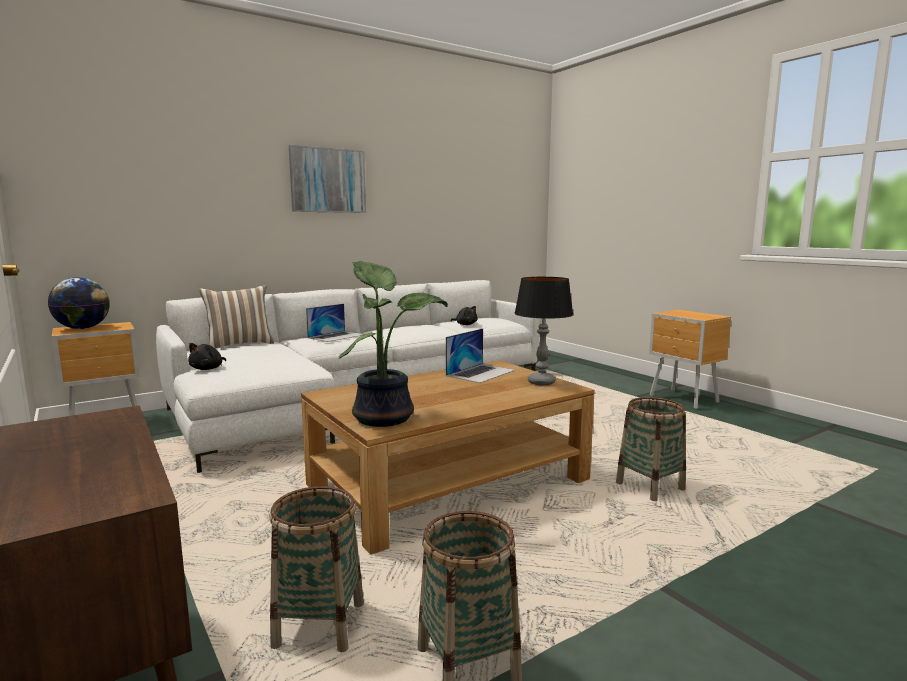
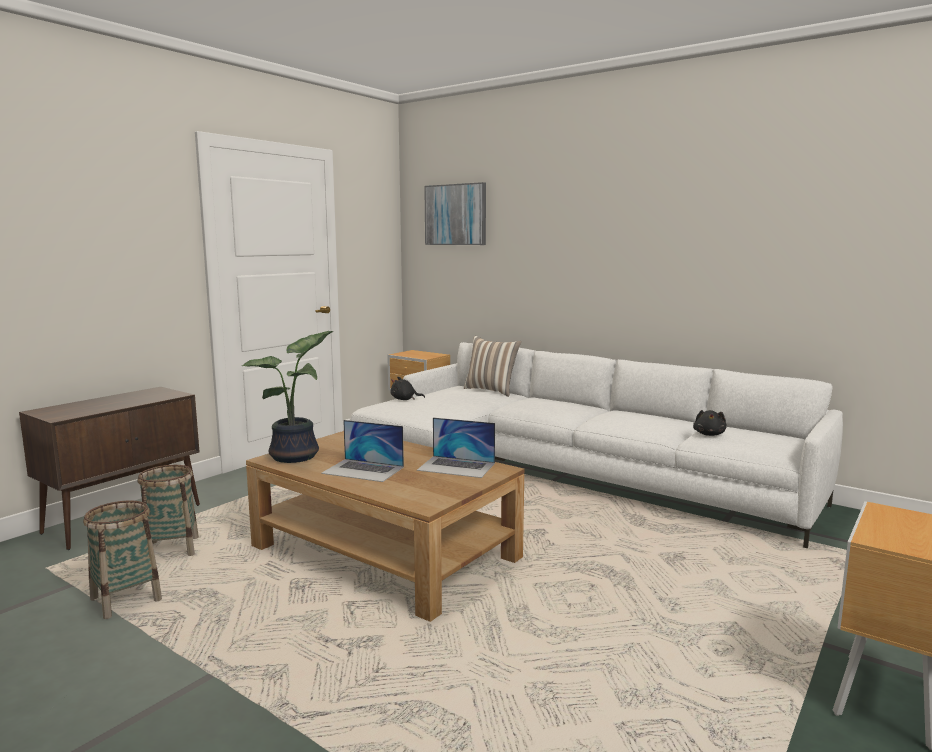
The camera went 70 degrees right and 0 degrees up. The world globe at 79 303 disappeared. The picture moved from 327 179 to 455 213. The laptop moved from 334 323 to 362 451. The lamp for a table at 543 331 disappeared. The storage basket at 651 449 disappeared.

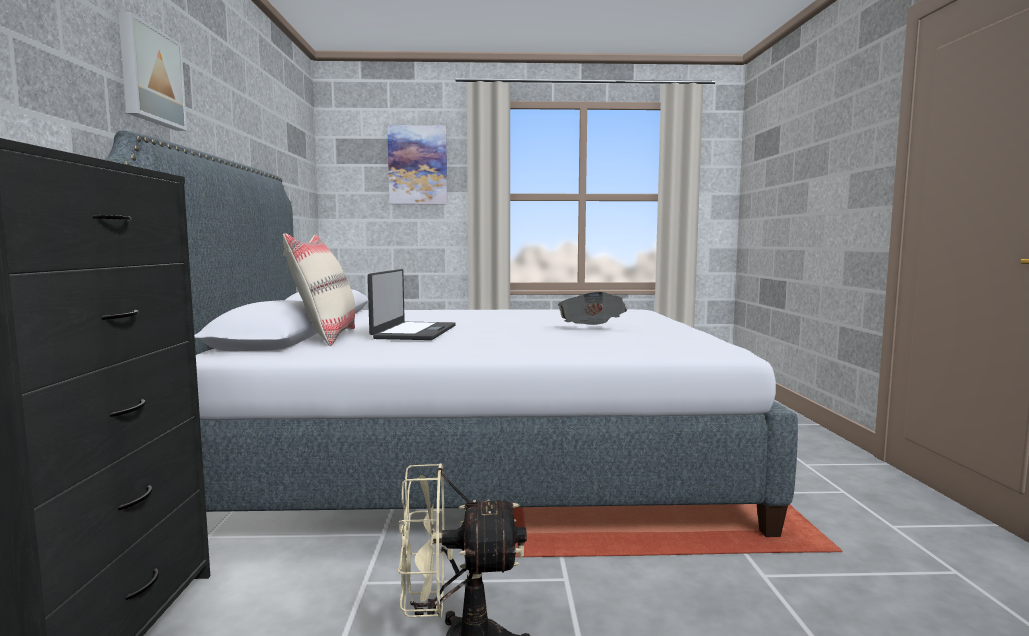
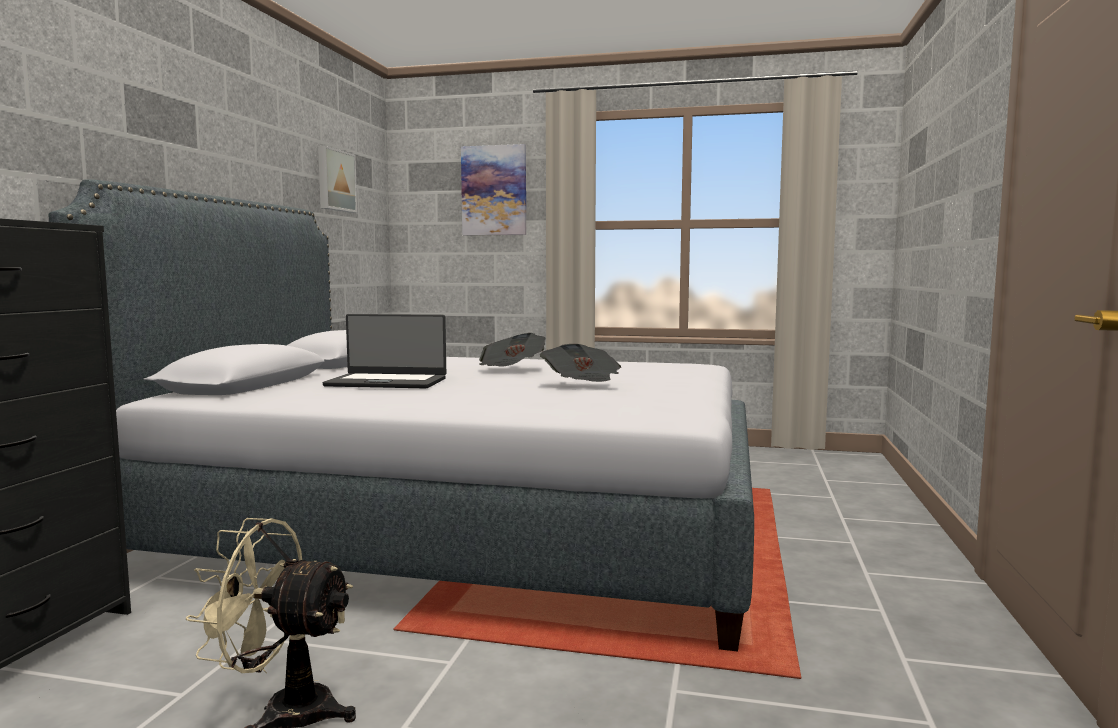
The camera went 15 degrees right and 0 degrees up. The picture moved from 152 71 to 337 179. The beige cushion at 319 289 disappeared. The laptop at 412 304 turned 75 degrees clockwise. The daily paper at 512 350 appeared.

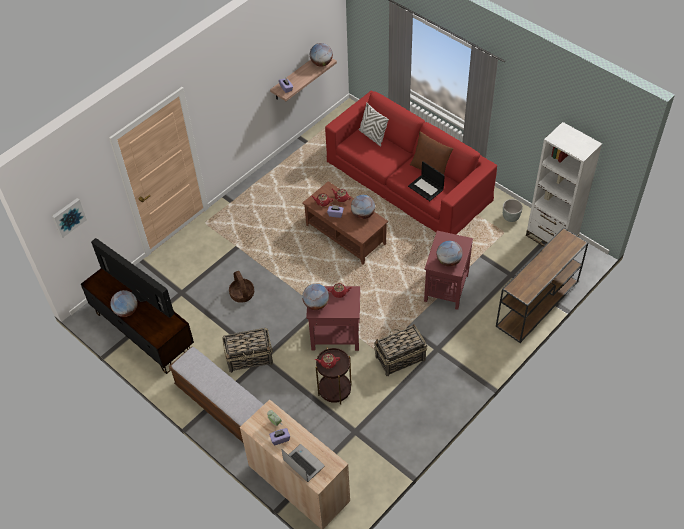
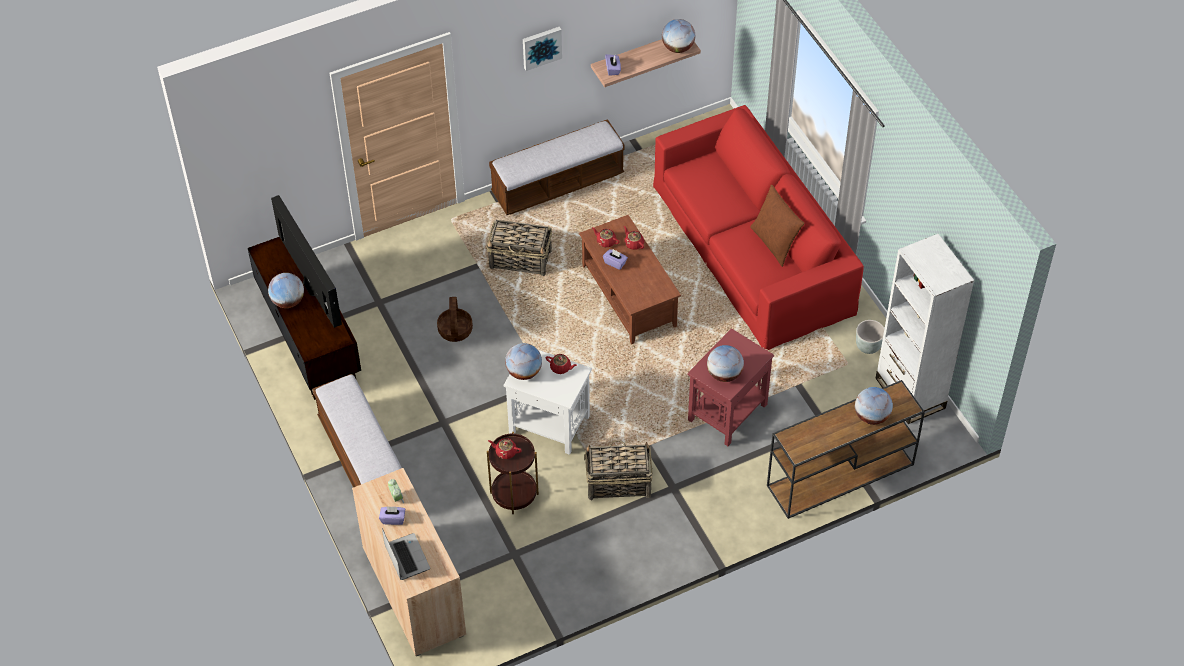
The camera went 20 degrees right and 0 degrees up. The picture moved from 69 218 to 542 49. The storage basket moved from 247 350 to 519 248. The reddish side table at 333 318 became the white side table at 548 402. The world globe moved from 363 207 to 874 406. The white cushion at 373 124 disappeared. The laptop at 426 181 disappeared. The bench at 556 167 appeared.

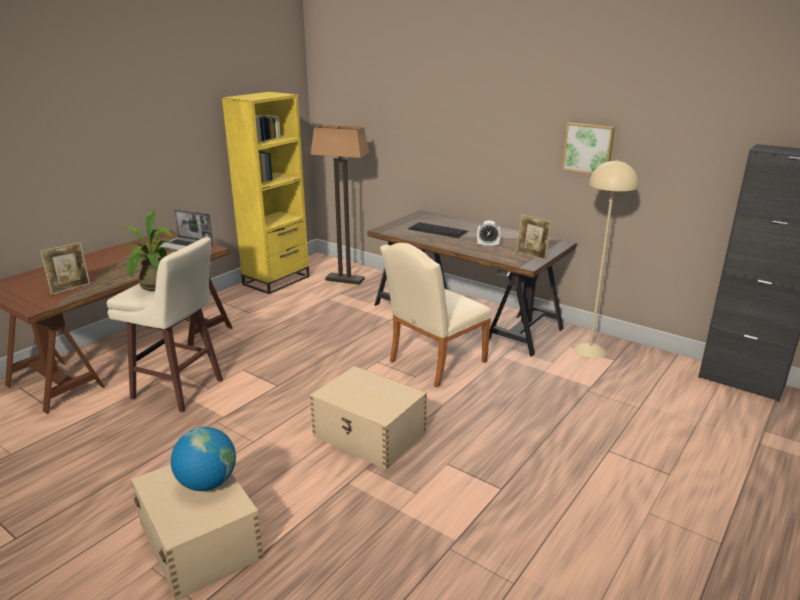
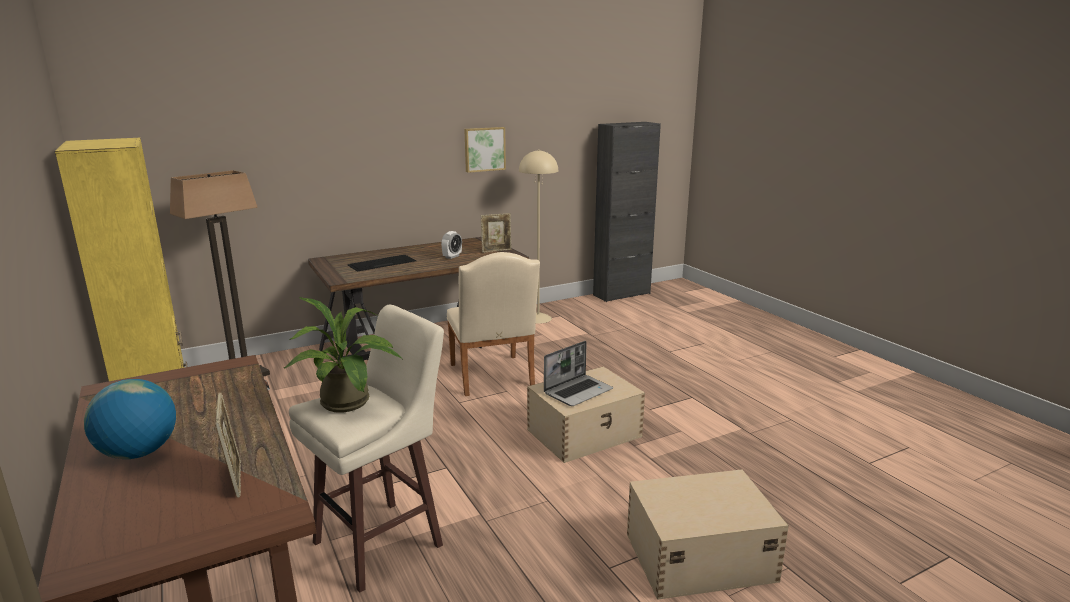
The camera went 65 degrees left and 5 degrees down. The laptop moved from 186 229 to 578 373. The world globe moved from 203 459 to 130 419.

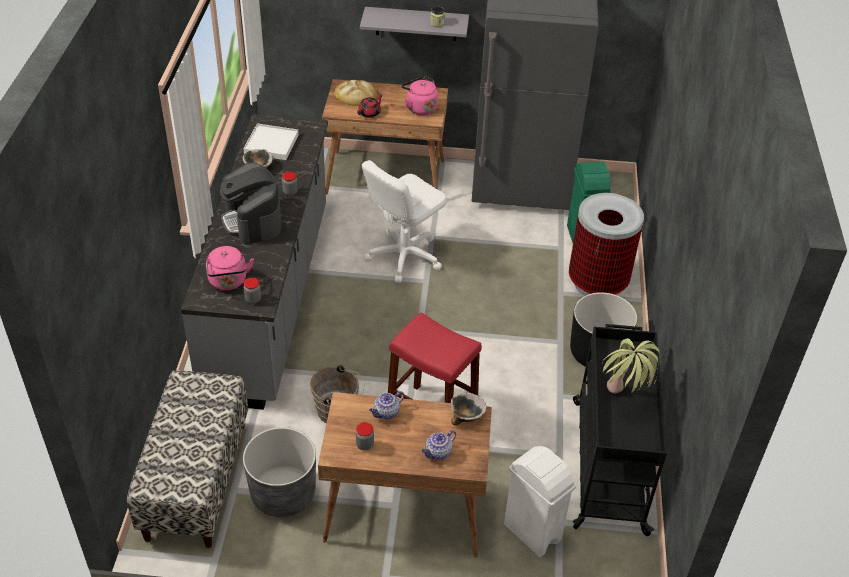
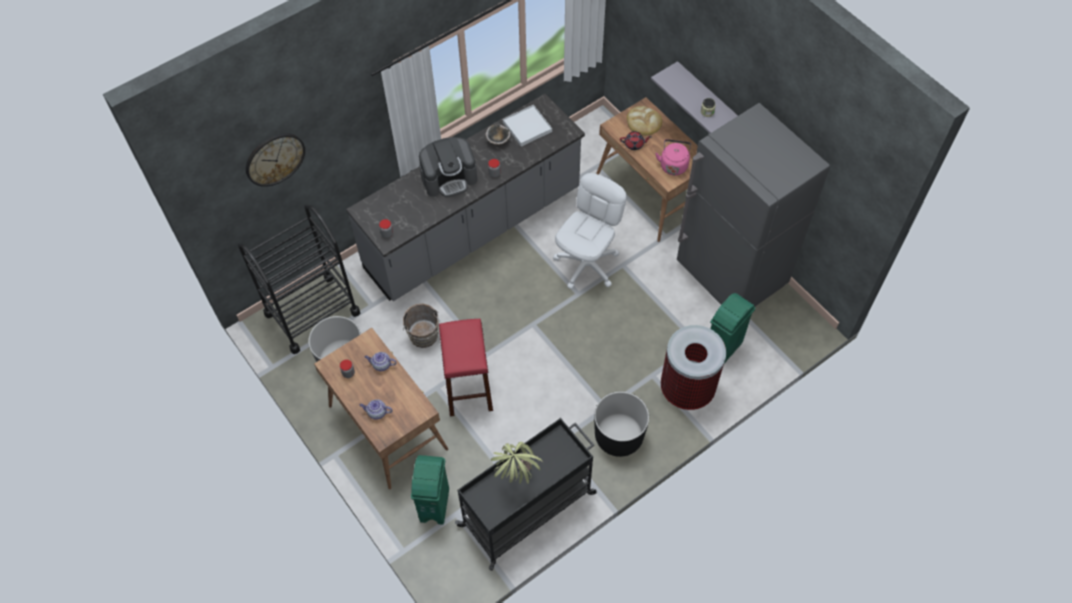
The camera went 50 degrees right and 15 degrees up. The bench at 187 459 was replaced by the black cart at 299 279. The pink kettle at 230 268 disappeared. The coffee maker at 251 203 turned 135 degrees counterclockwise. The white desk chair at 404 221 turned 120 degrees clockwise. The bowl at 469 409 disappeared. The white rubbish bin at 540 501 became the green-coloured rubbish bin at 430 490. The wall clock at 275 160 appeared.

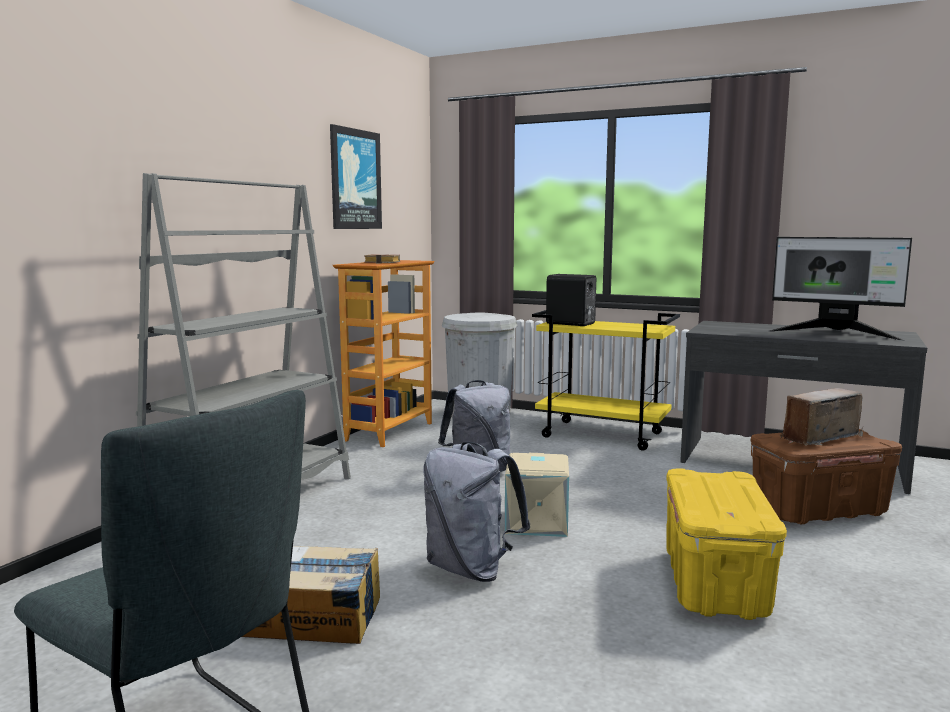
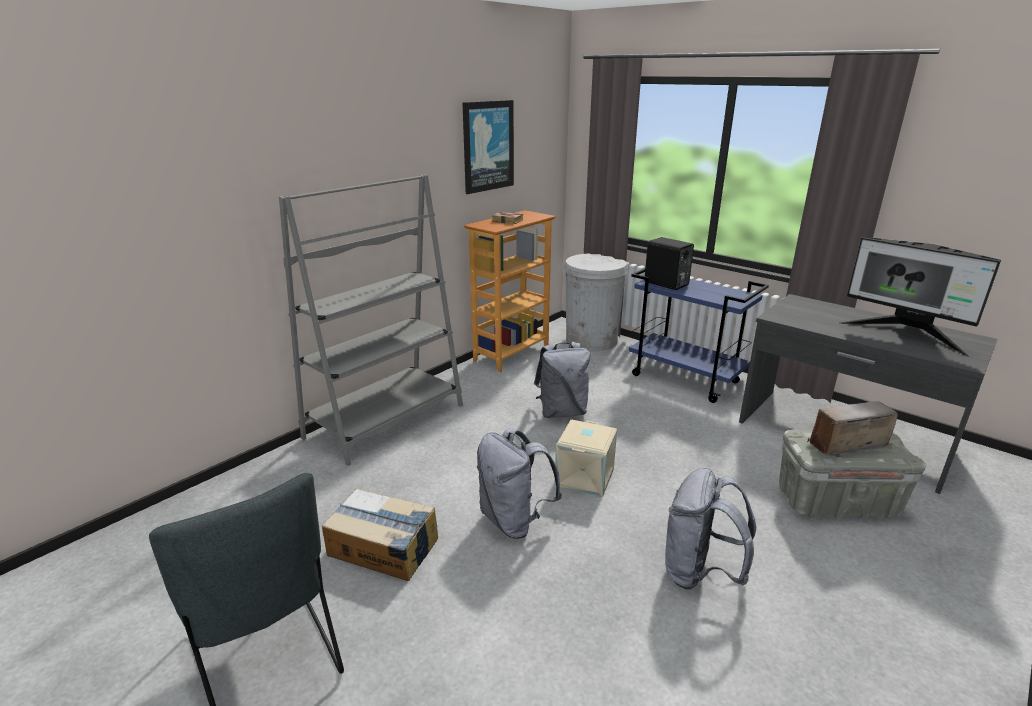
The camera went 15 degrees right and 15 degrees up. The yellow cart at 606 380 became the blue-coloured cart at 699 335. The yellow storage box at 726 544 was replaced by the gray knapsack at 710 528. The brownish storage box at 826 476 became the gray storage box at 852 474.

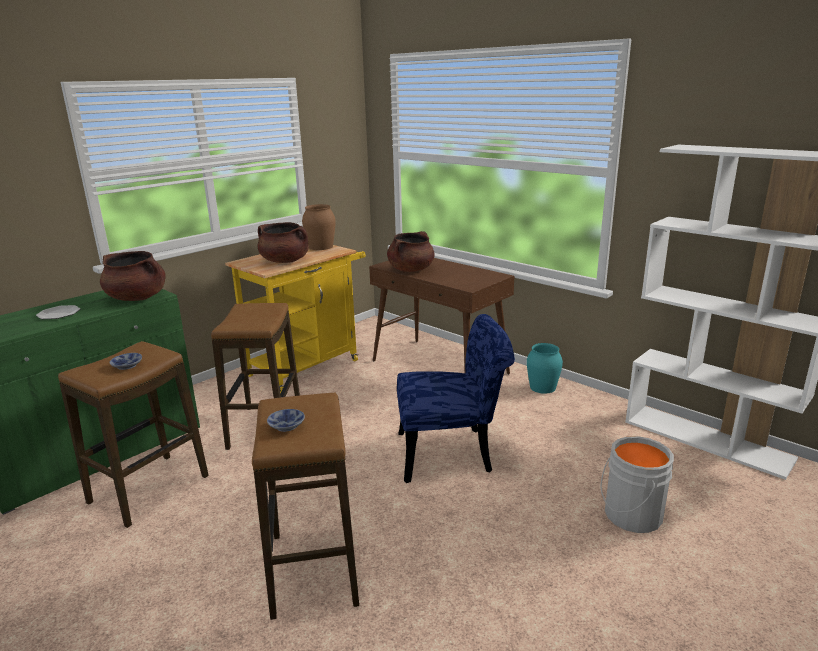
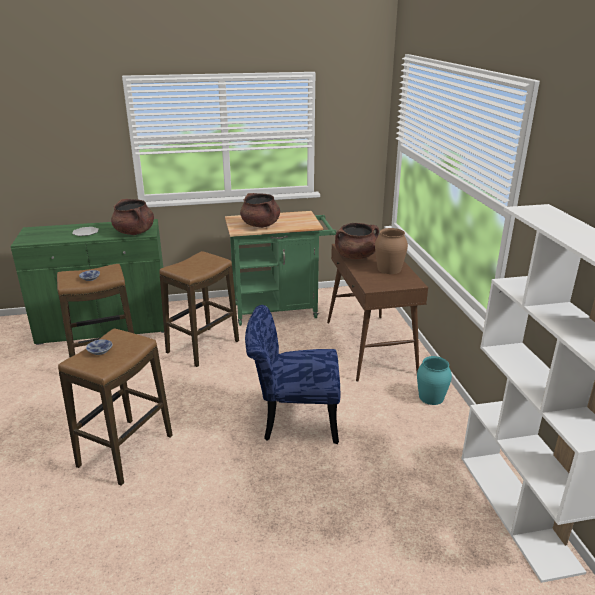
The camera went 35 degrees right and 5 degrees up. The yellow cart at 295 319 became the green-coloured cart at 280 268. The brownish decorative vase moved from 319 227 to 391 251. The blue-coloured upright chair at 456 398 turned 150 degrees clockwise. The gray bucket at 637 484 disappeared.

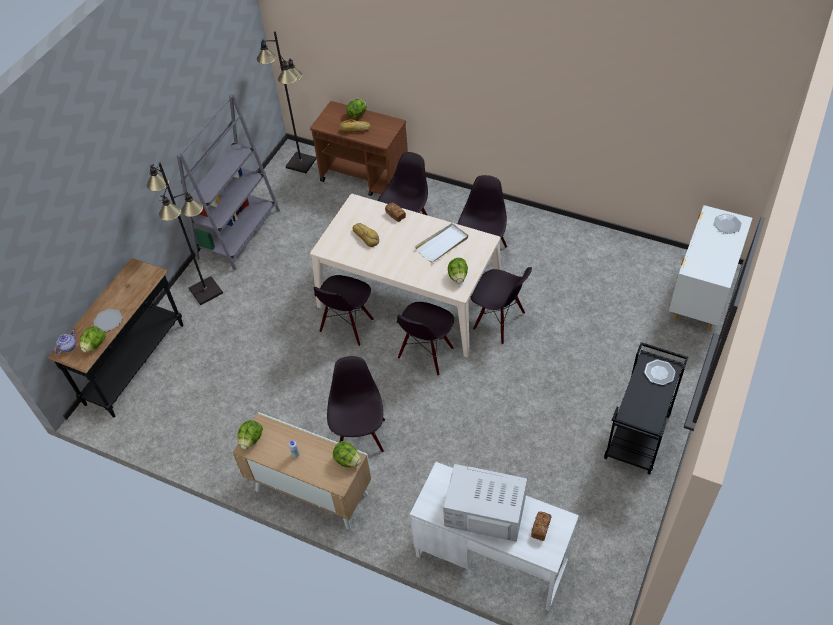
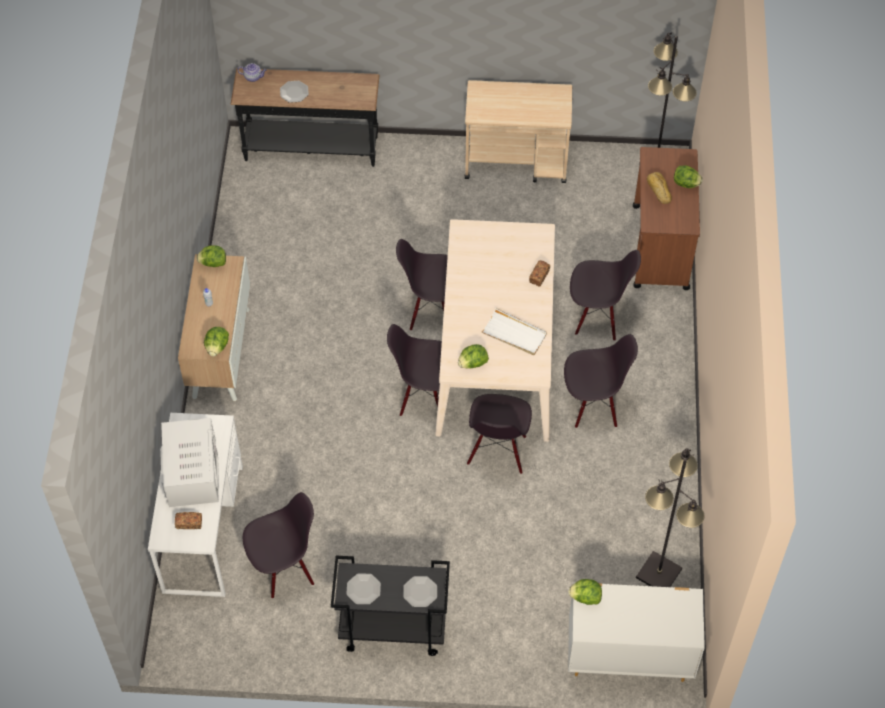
The camera went 65 degrees right and 5 degrees up. The lettuce head moved from 93 339 to 585 592. The black standing lamp moved from 185 233 to 670 517. The gray bookcase at 228 182 was replaced by the beige cart at 518 131. The black upright chair moved from 356 404 to 278 545. The bakery bread at 365 235 disappeared. The plate moved from 728 224 to 364 588.

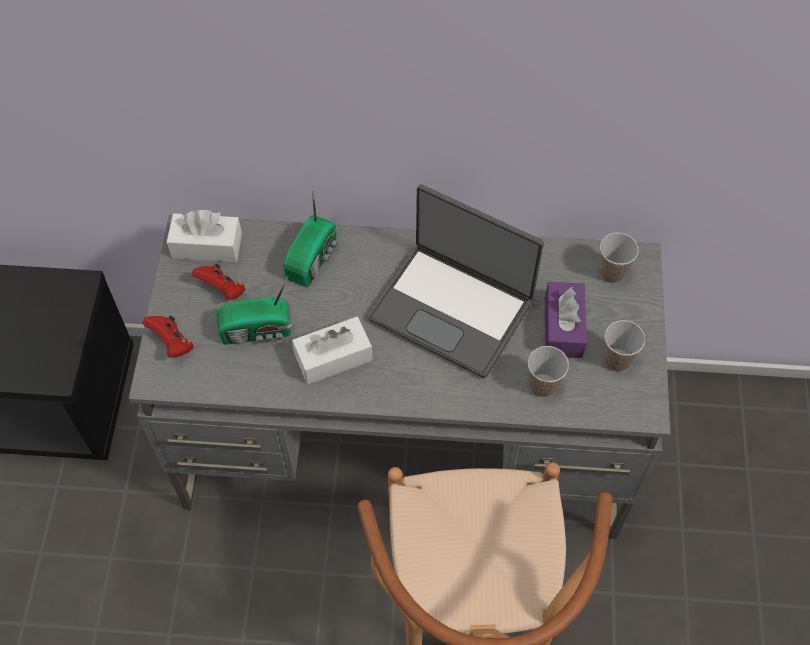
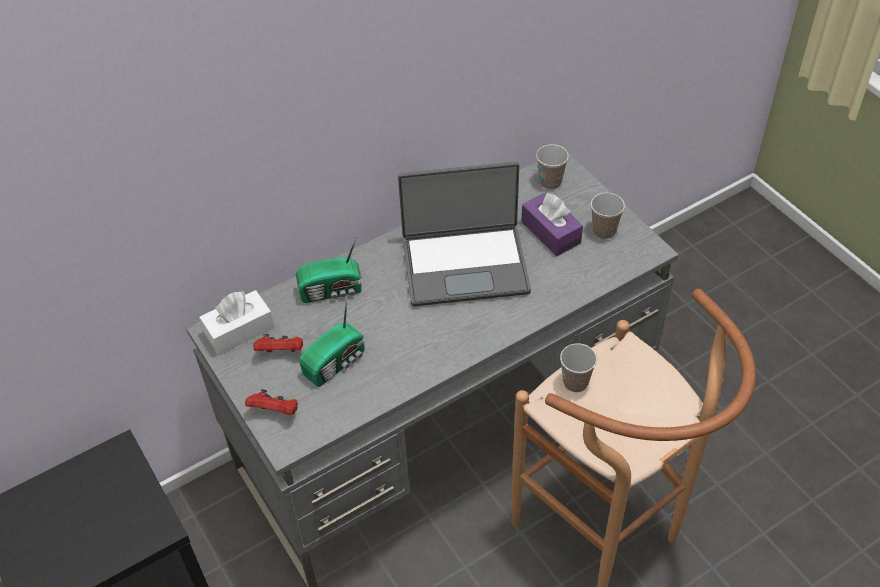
The camera went 35 degrees left and 10 degrees down. The radio set at 310 236 turned 90 degrees clockwise. The white tissue box at 332 350 disappeared. The cup moved from 548 371 to 578 367.

